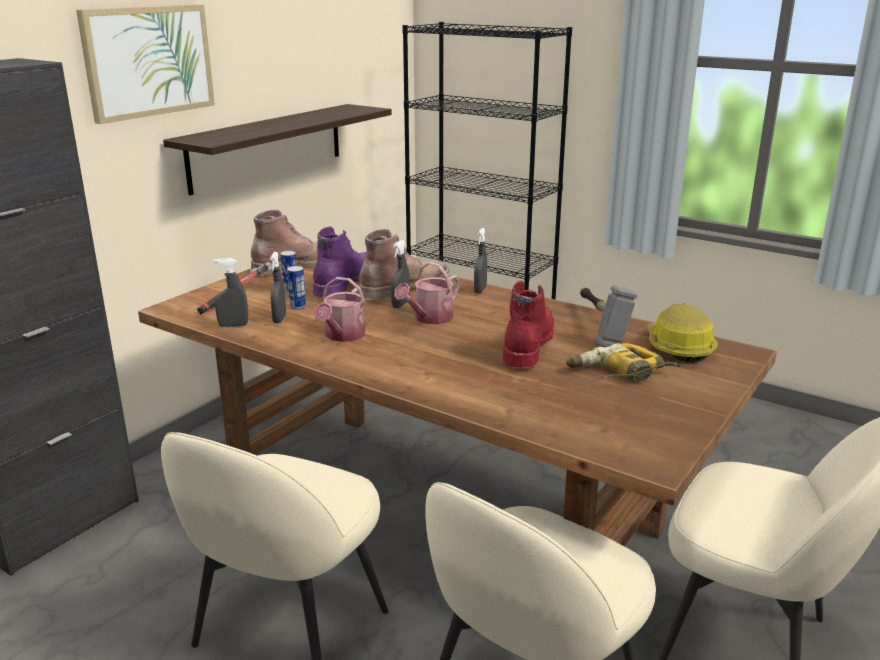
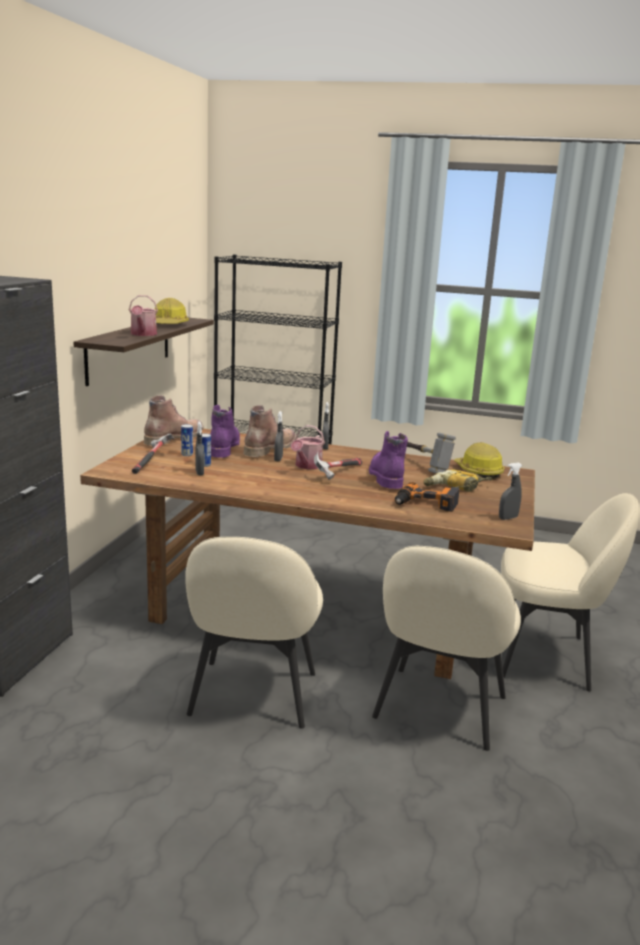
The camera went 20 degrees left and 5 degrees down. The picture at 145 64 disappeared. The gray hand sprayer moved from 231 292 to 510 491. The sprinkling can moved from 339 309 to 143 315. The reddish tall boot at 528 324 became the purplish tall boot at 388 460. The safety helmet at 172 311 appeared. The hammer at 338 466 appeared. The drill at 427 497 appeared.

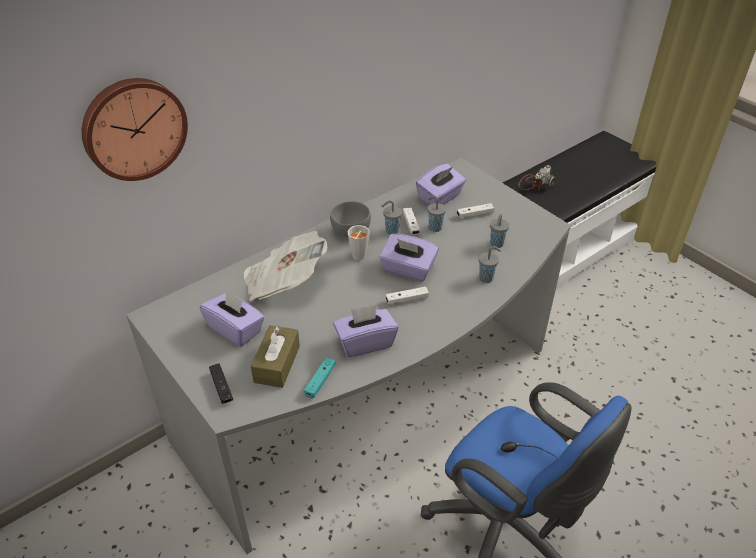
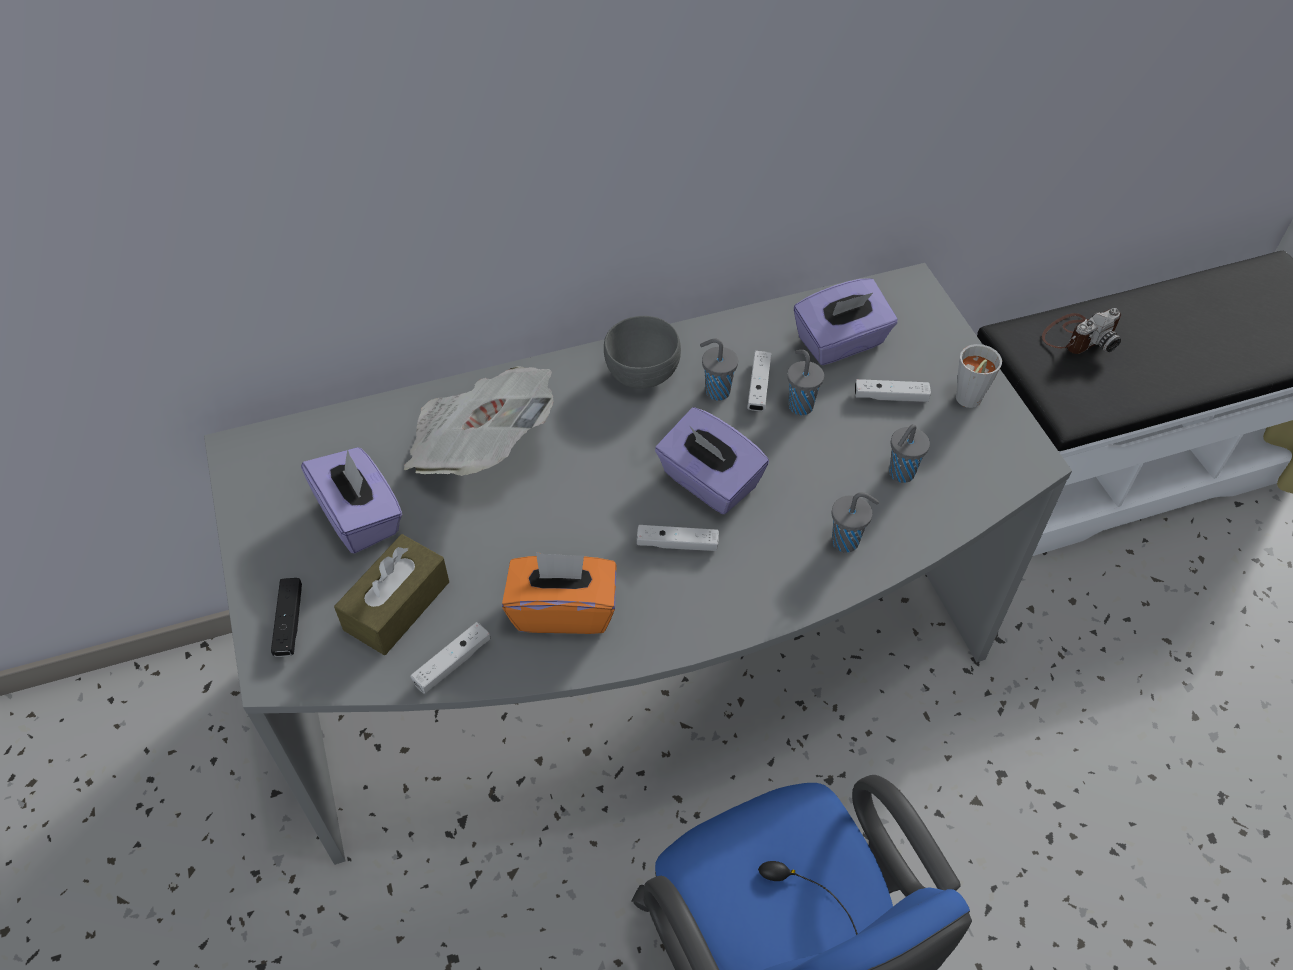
The camera went 20 degrees right and 10 degrees up. The wall clock at 135 129 disappeared. The turquoise joypad at 320 378 became the white joypad at 451 658. The purplish tissue box at 365 330 became the orange-coloured tissue box at 559 593. The gray cup moved from 359 242 to 979 376.

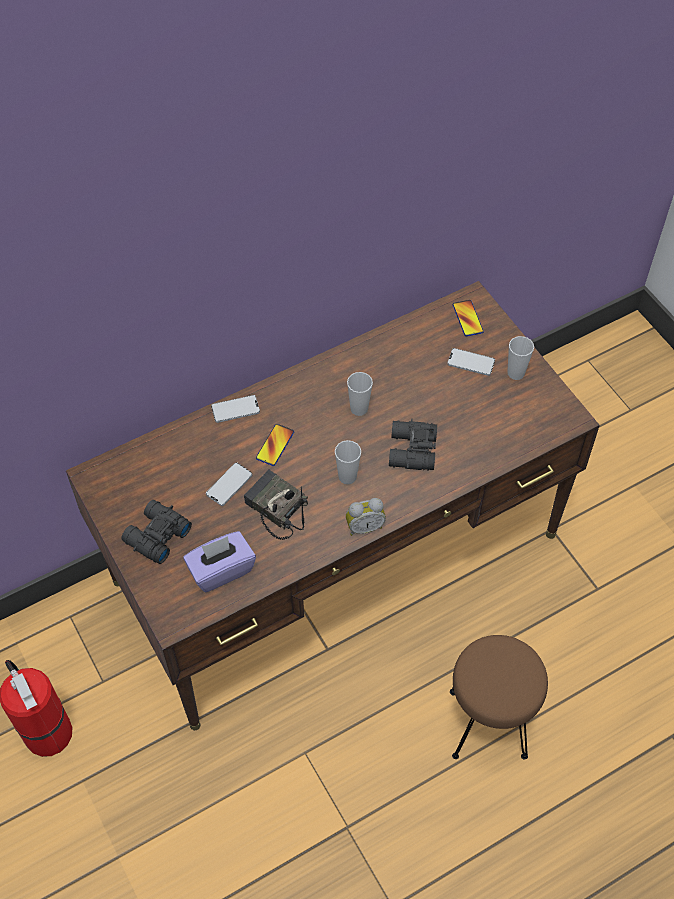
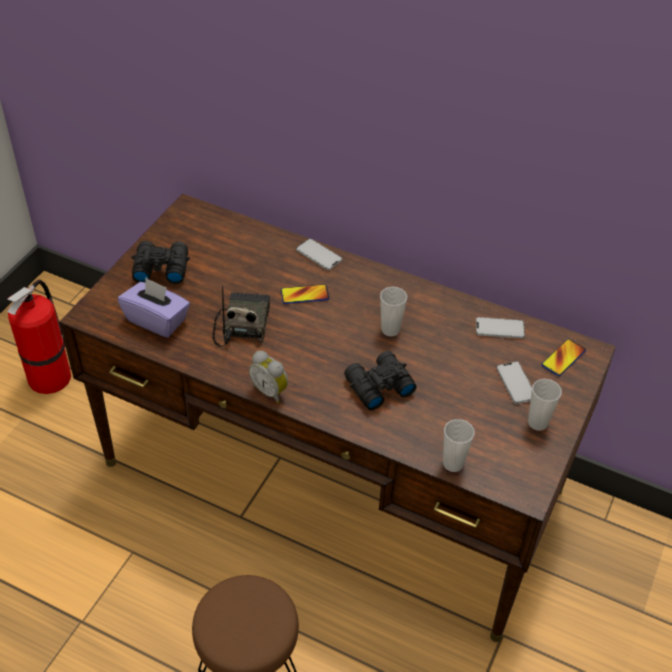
The camera went 55 degrees right and 10 degrees down. The telephone moved from 229 484 to 500 328. The cup moved from 348 462 to 459 445.

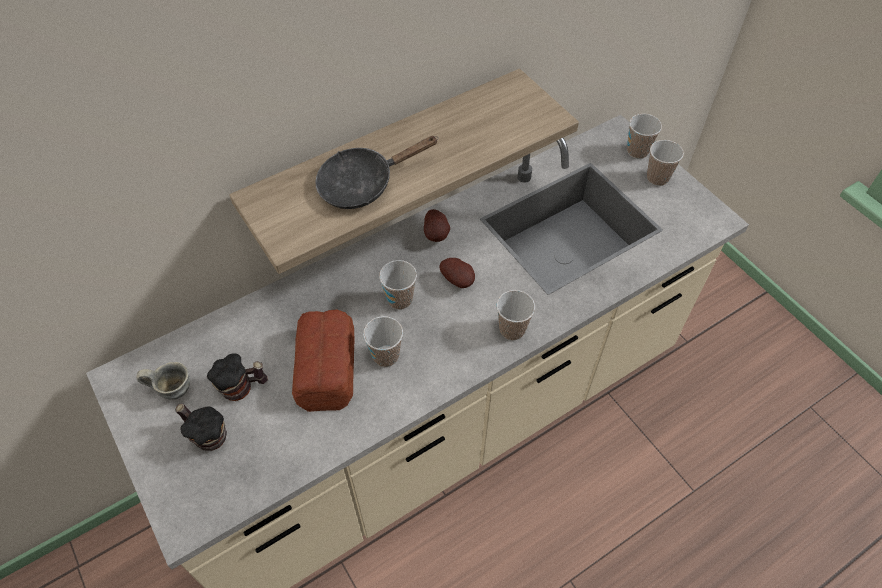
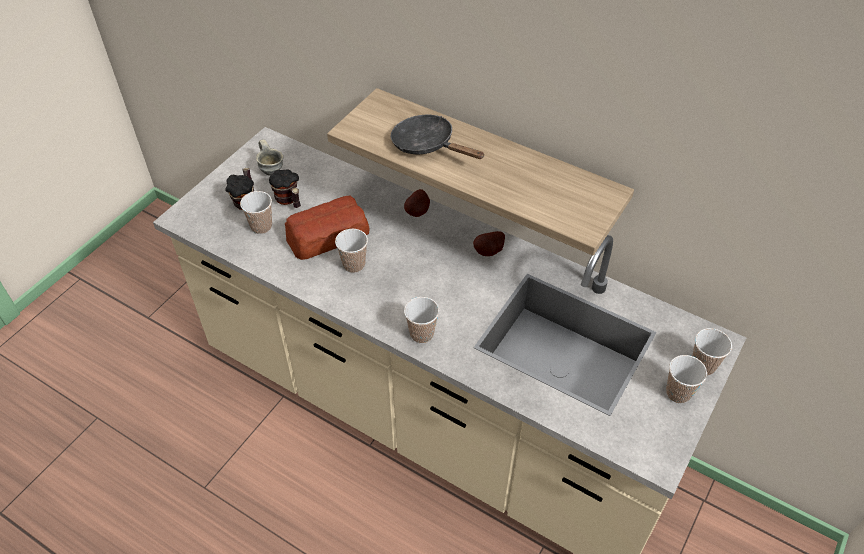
The camera went 65 degrees right and 5 degrees down. The cup moved from 398 285 to 256 212. The potato moved from 457 273 to 417 203.

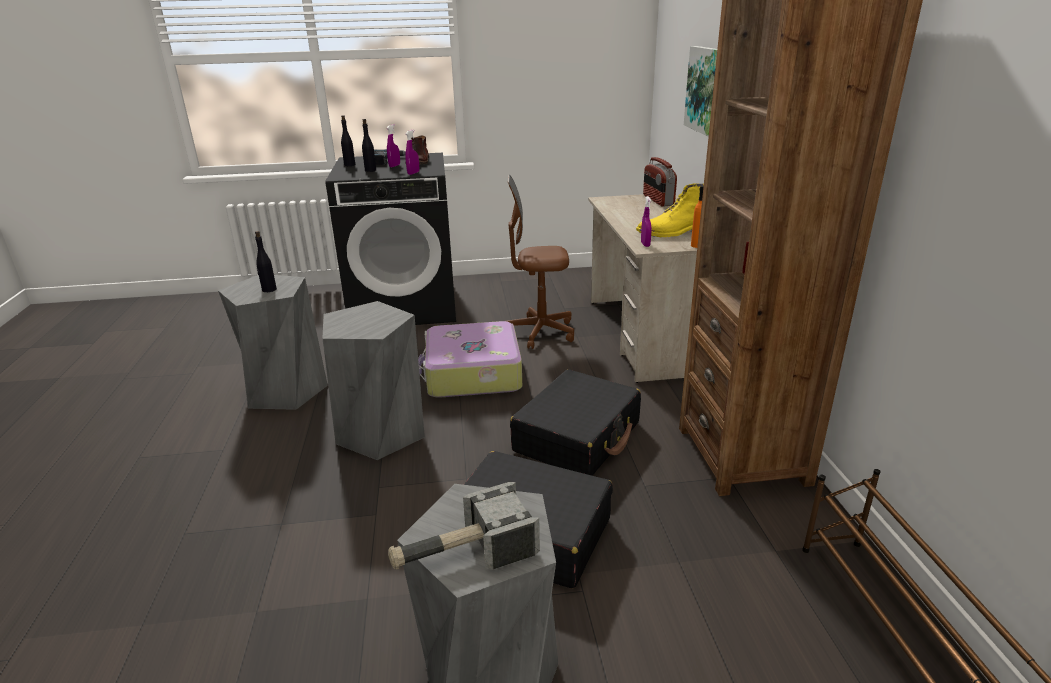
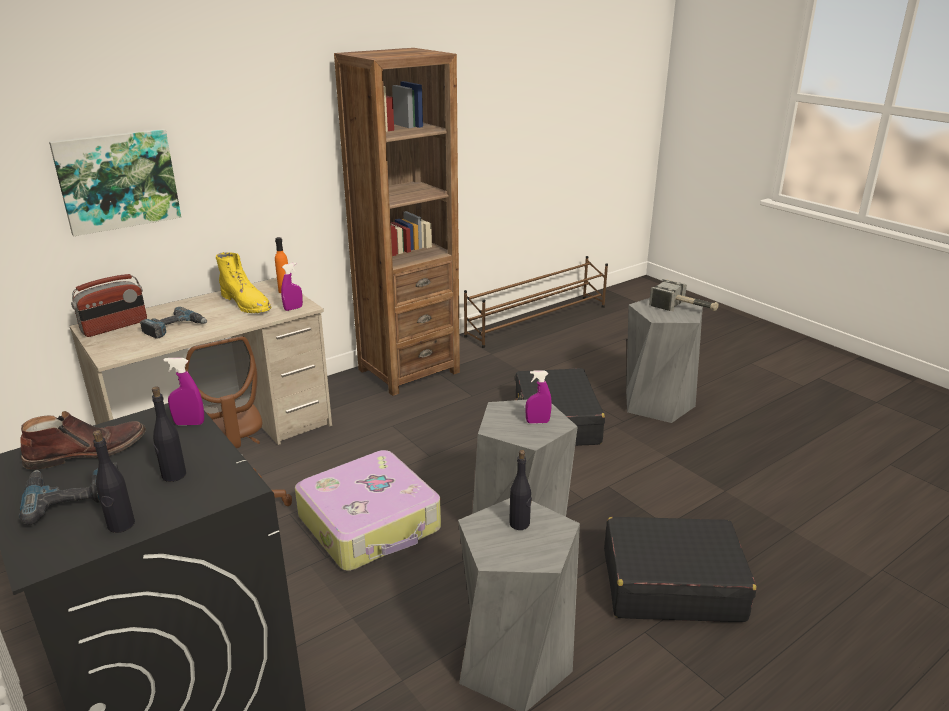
The camera went 120 degrees left and 0 degrees up. The purplish hand sprayer moved from 393 145 to 538 397. The black suitcase moved from 575 422 to 680 569. The drill at 173 323 appeared.

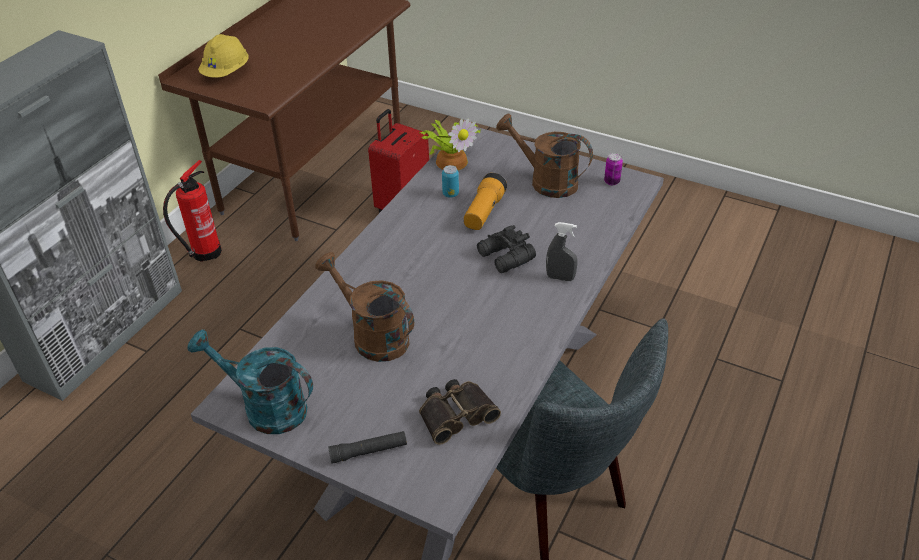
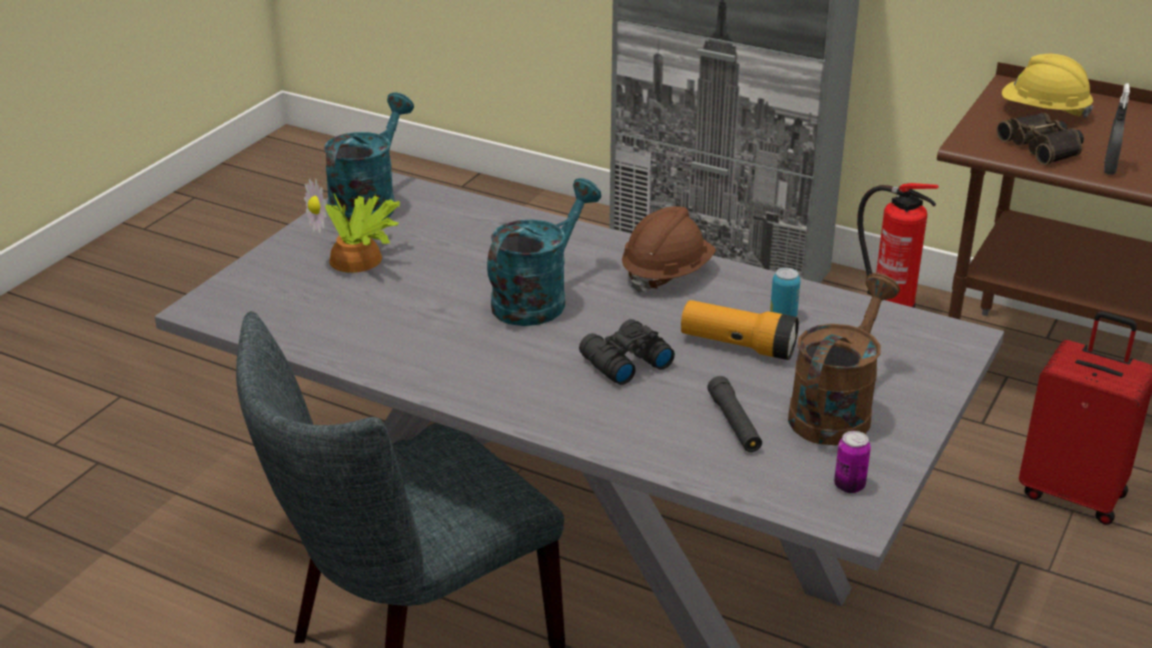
The camera went 90 degrees right and 10 degrees down. The brownish sprinkling can at 364 307 disappeared. The black hand torch moved from 367 447 to 734 414. The houseplant moved from 450 144 to 352 225. The field glasses moved from 460 412 to 1040 139. The gray hand sprayer moved from 562 251 to 1117 129. The turquoise sprinkling can at 544 252 appeared. The brownish safety helmet at 669 249 appeared.

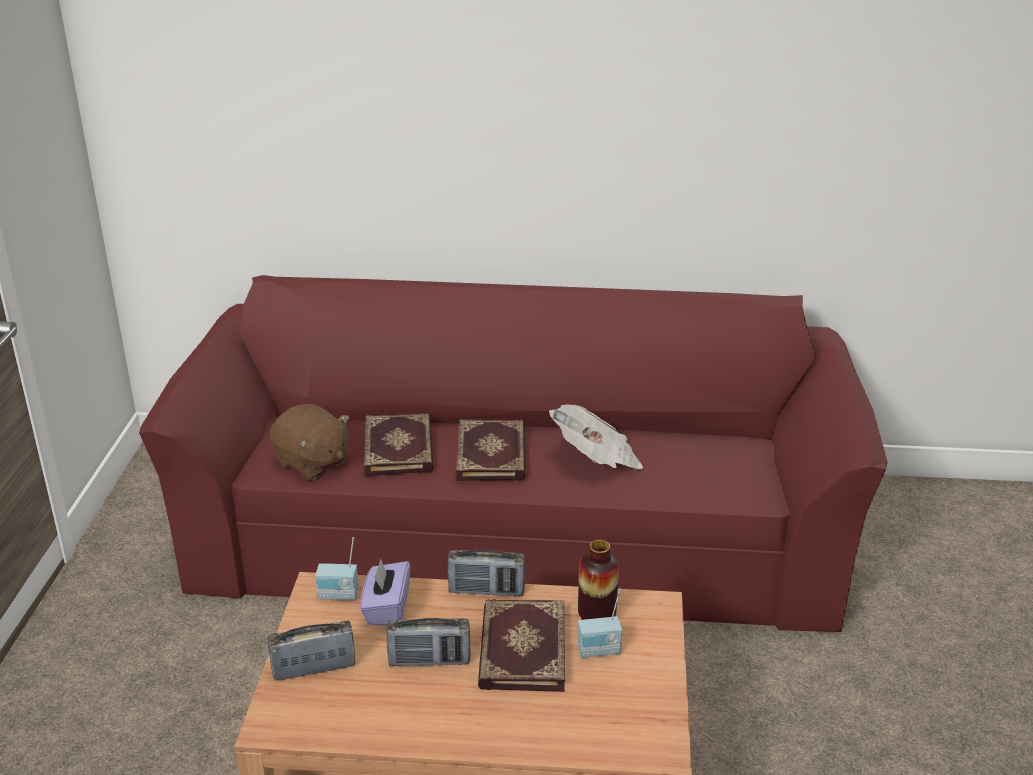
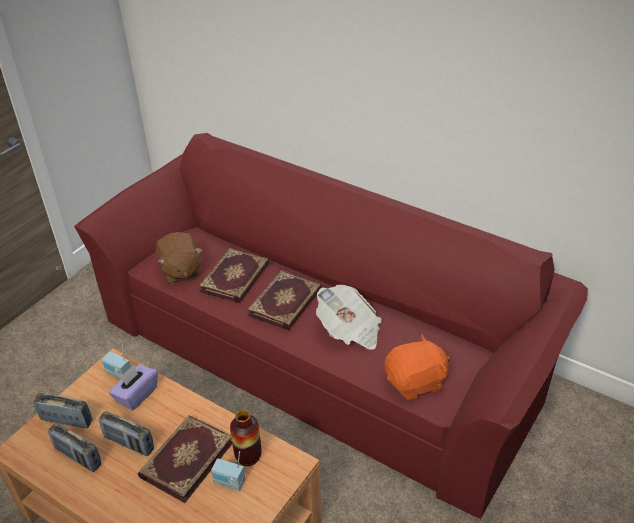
The camera went 30 degrees right and 10 degrees up. The radio set moved from 486 573 to 74 447. The orange-coloured cuddly toy at 417 367 appeared.

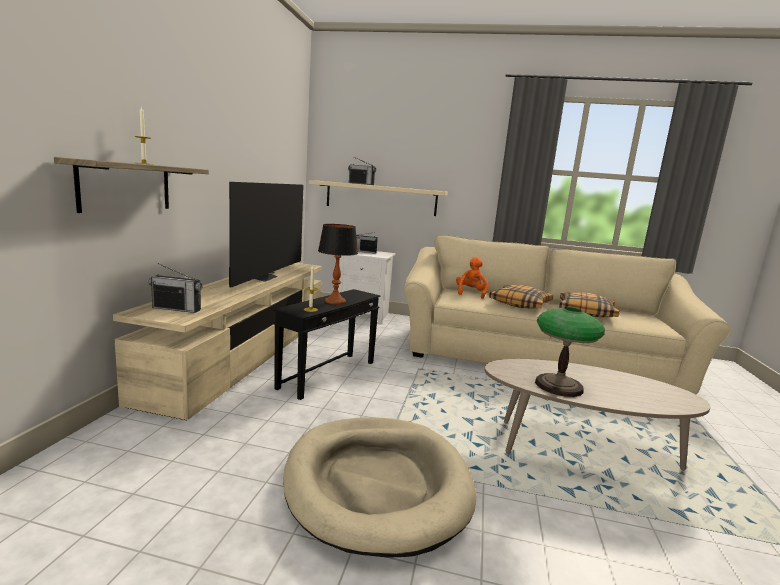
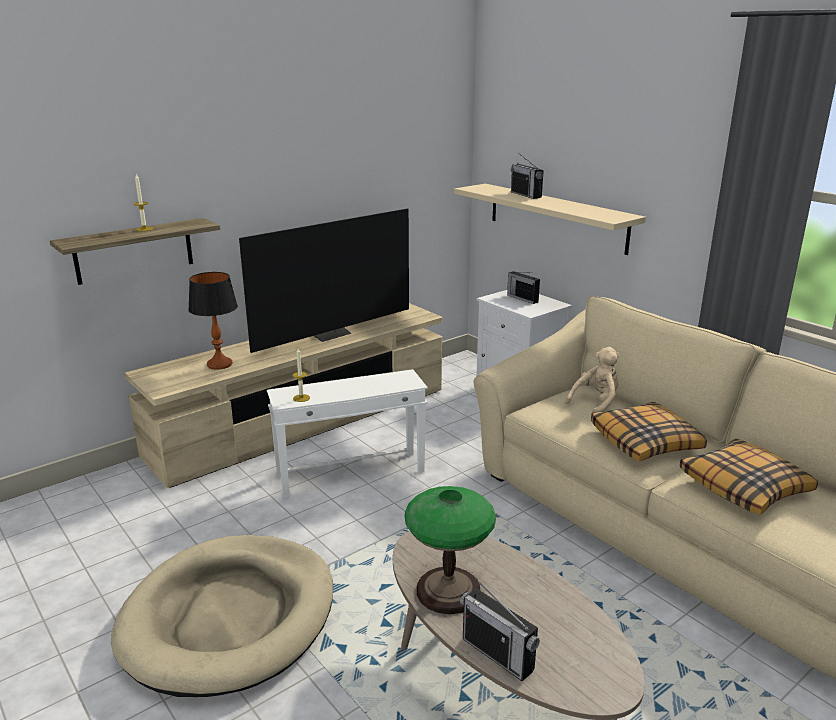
The camera went 40 degrees right and 10 degrees up. The radio set moved from 175 288 to 500 629. The black side table at 327 344 became the white side table at 347 433. The lamp for a table moved from 338 264 to 213 321. The orange-coloured cuddly toy at 472 278 became the beige cuddly toy at 592 379.

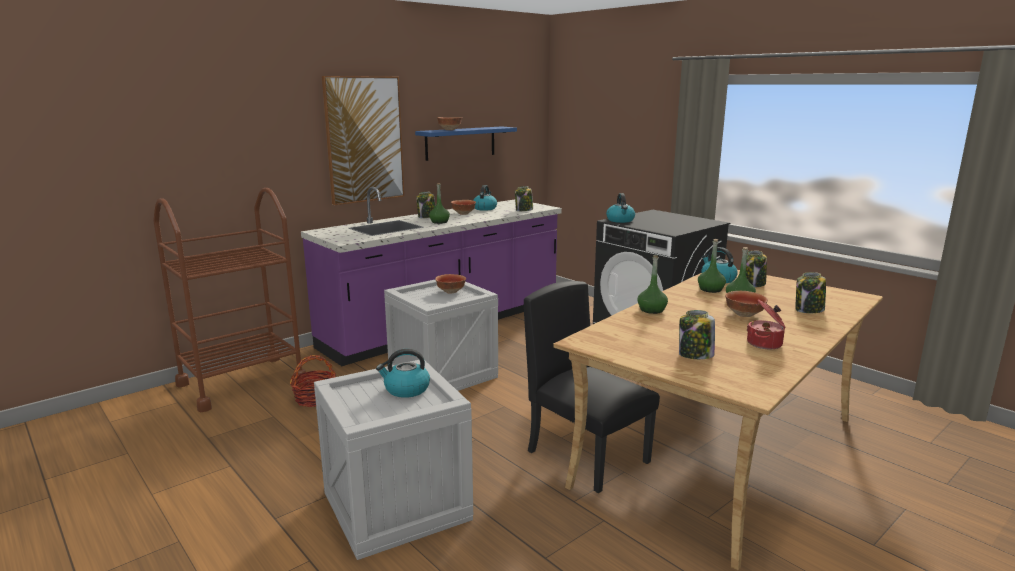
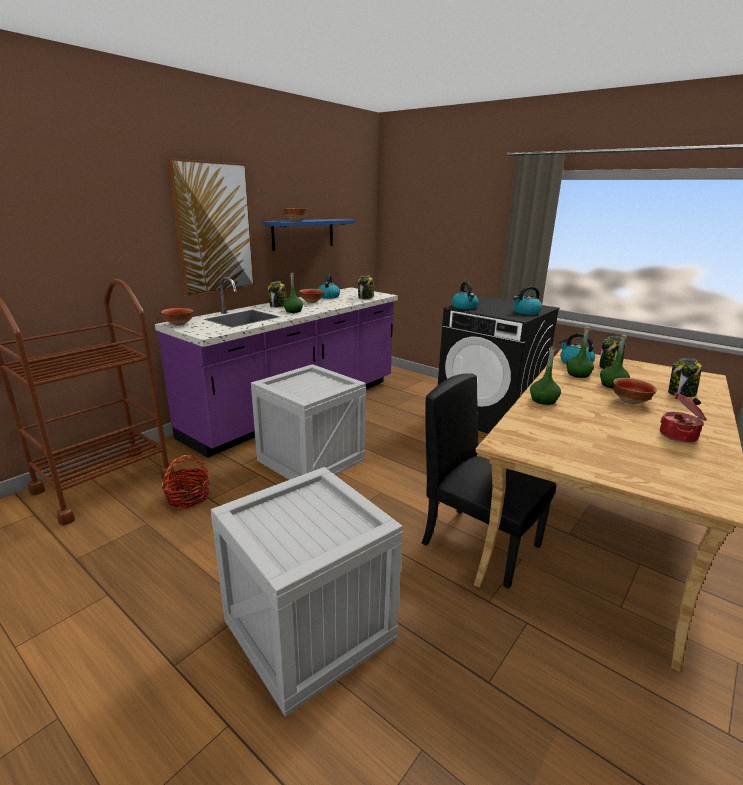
The camera went 10 degrees left and 5 degrees up. The kettle moved from 403 373 to 527 300. The bowl moved from 450 284 to 177 317. The preserve jar at 697 334 disappeared.

